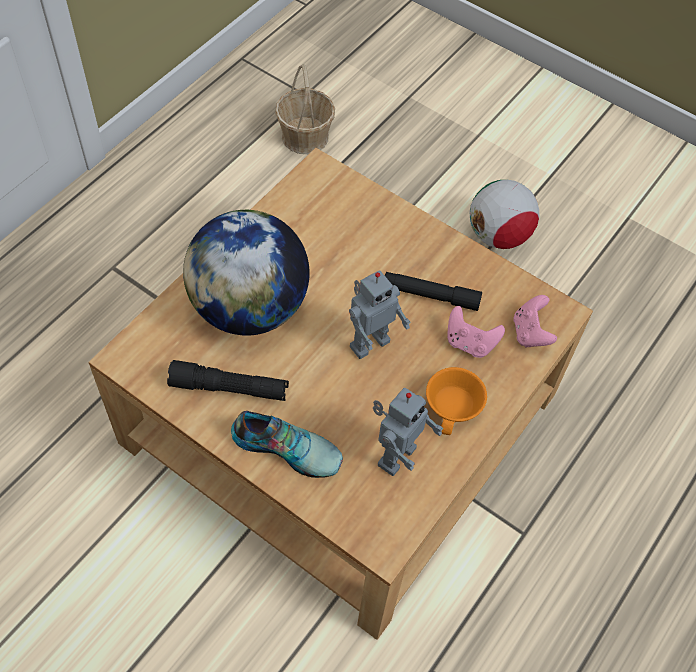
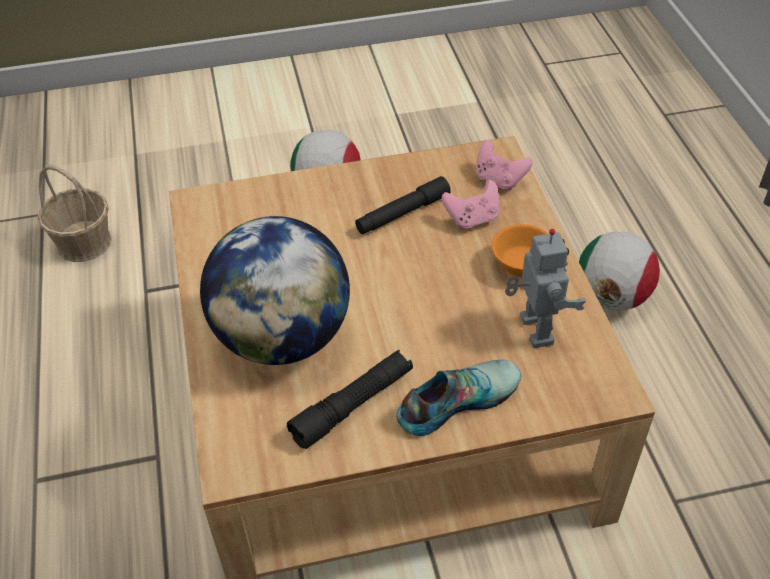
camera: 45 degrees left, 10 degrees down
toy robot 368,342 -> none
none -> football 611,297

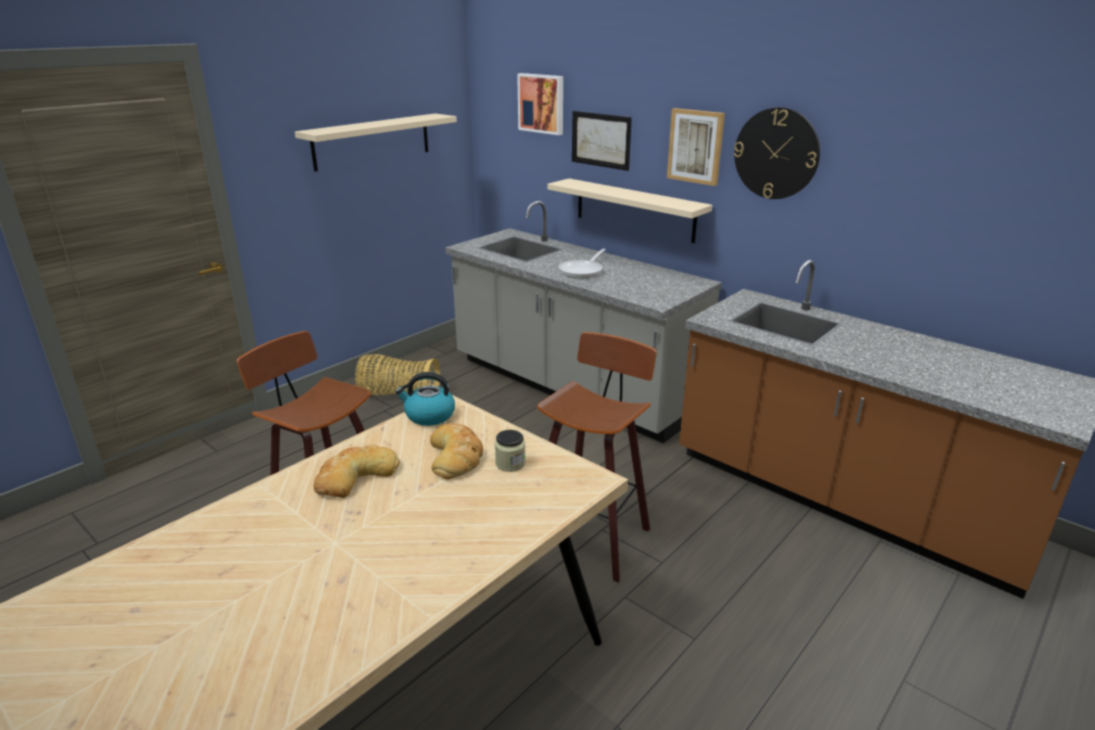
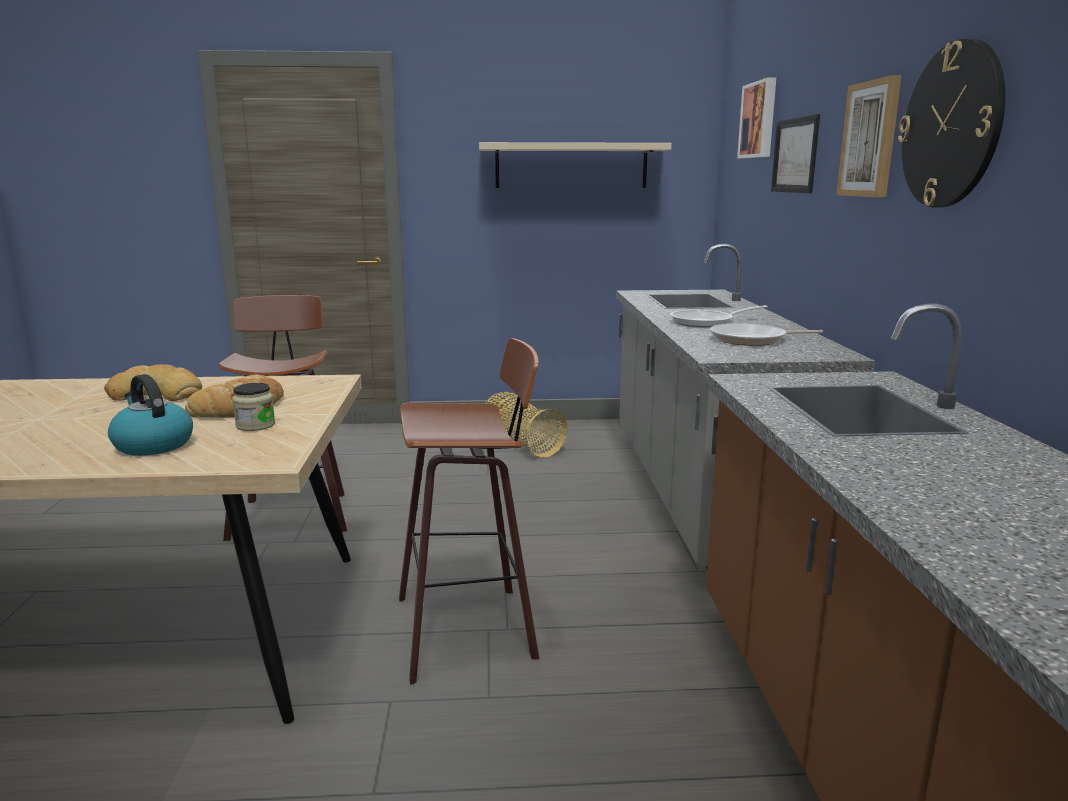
camera: 45 degrees right, 10 degrees down
beige shelf 634,210 -> none
kettle 429,415 -> kettle 152,445, relocated
none -> frying pan 752,340

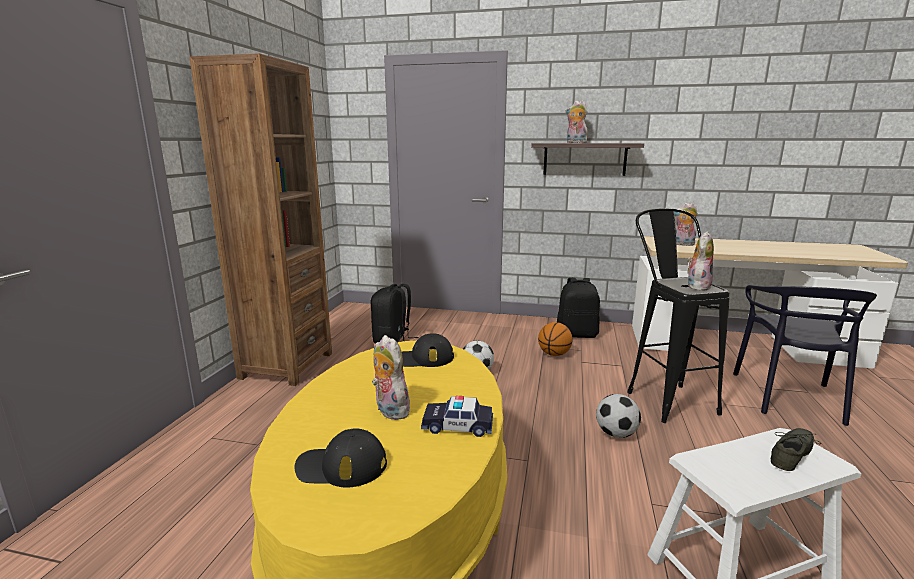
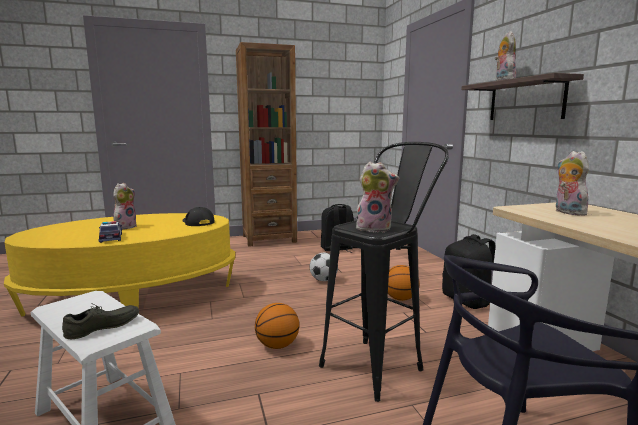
camera: 60 degrees right, 5 degrees down
football 616,434 -> basketball 277,345
black cap 341,466 -> none
grey shoe 794,455 -> grey shoe 104,328, 60 degrees counterclockwise

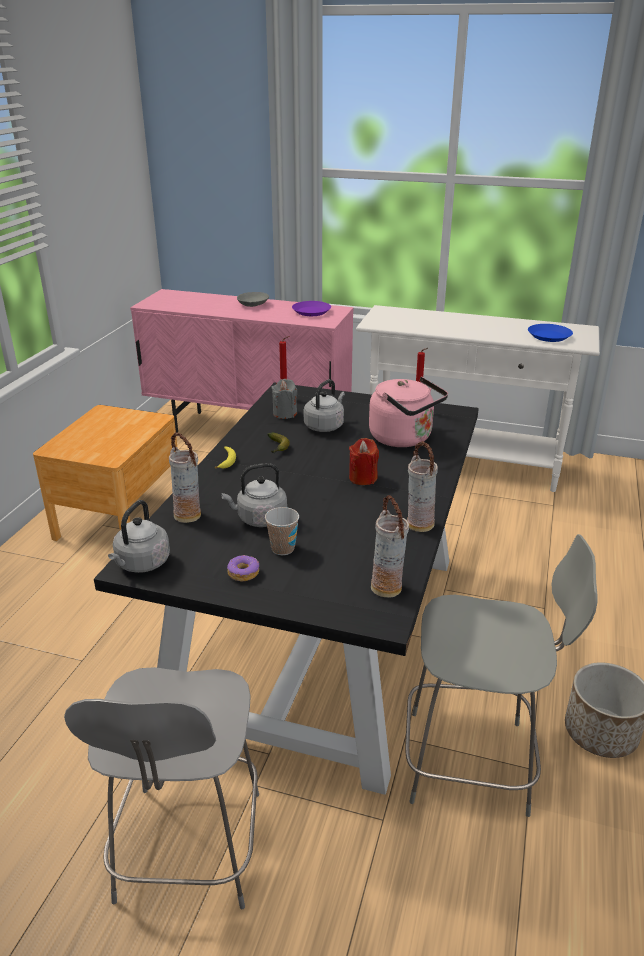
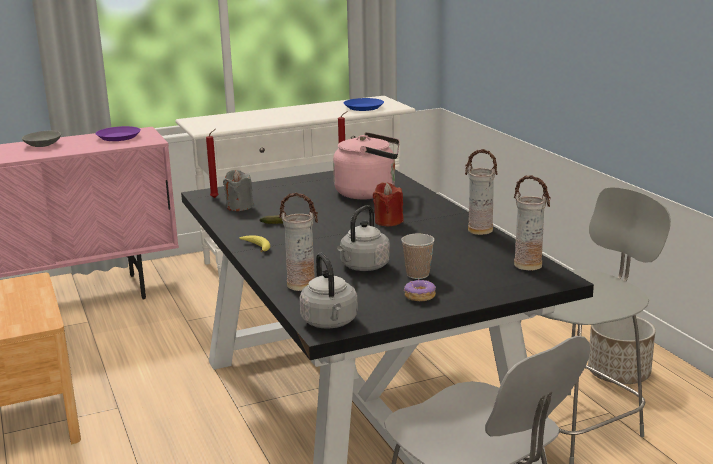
camera: 40 degrees left, 10 degrees down
grey kettle 325,426 -> none

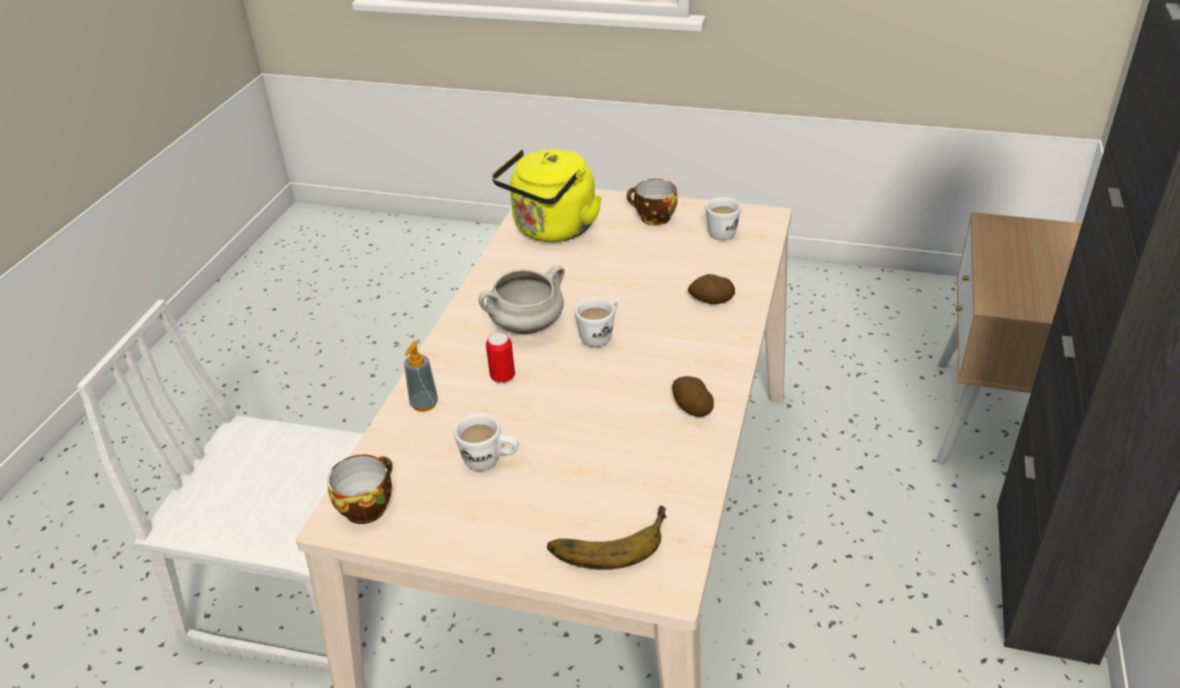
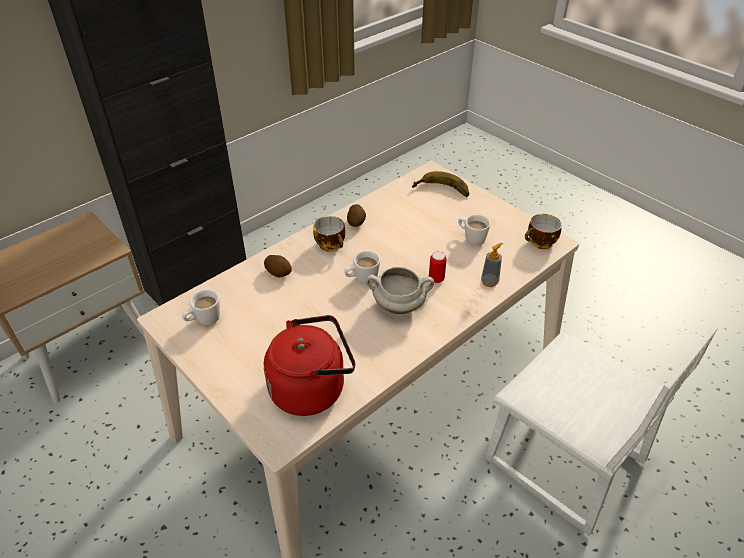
camera: 150 degrees left, 5 degrees up
yellow kettle 552,230 -> red kettle 312,388
cup 653,218 -> cup 331,245, relocated

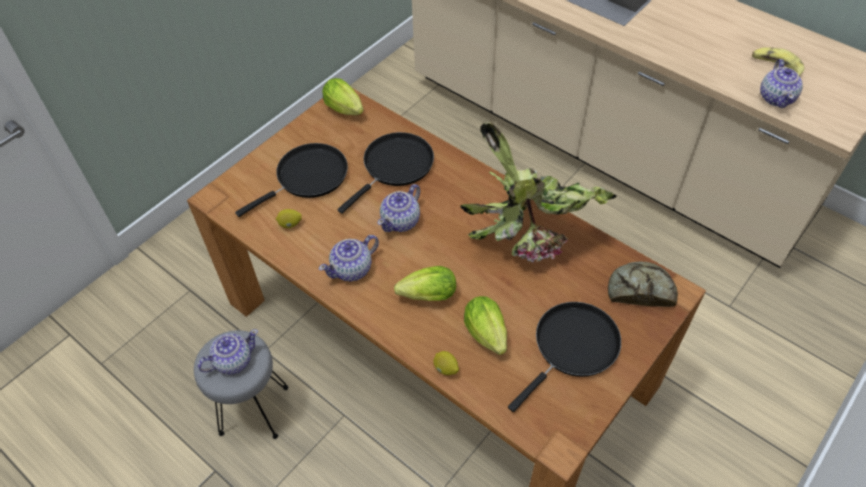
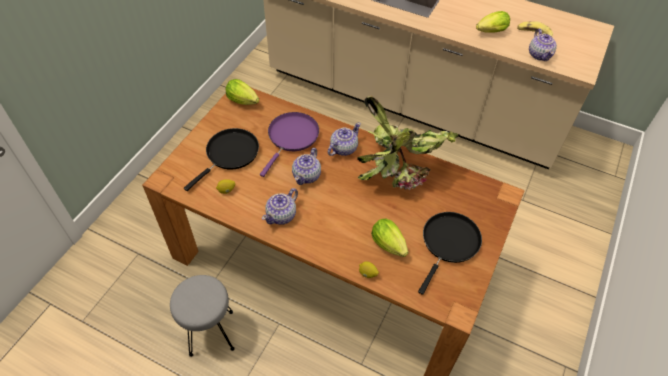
camera: 15 degrees left, 0 degrees up
black frying pan 395,167 -> purple frying pan 291,137
bread 640,290 -> none
lettuce 425,296 -> lettuce 490,32, relocated
teapot 233,361 -> teapot 343,148, relocated

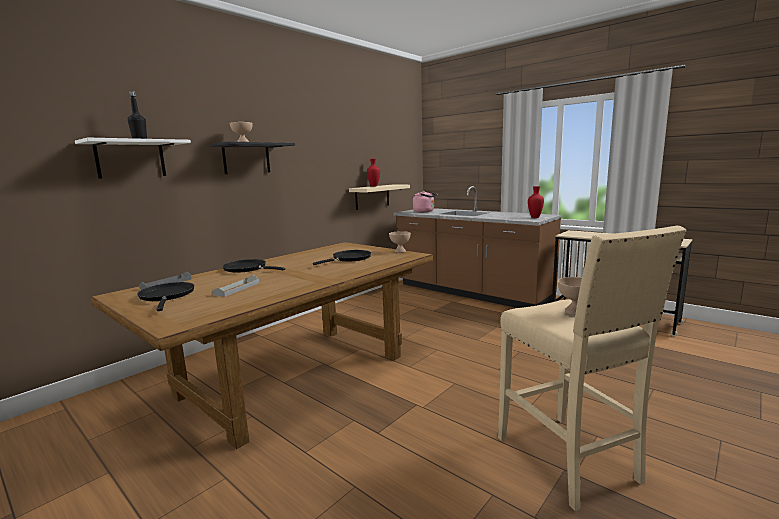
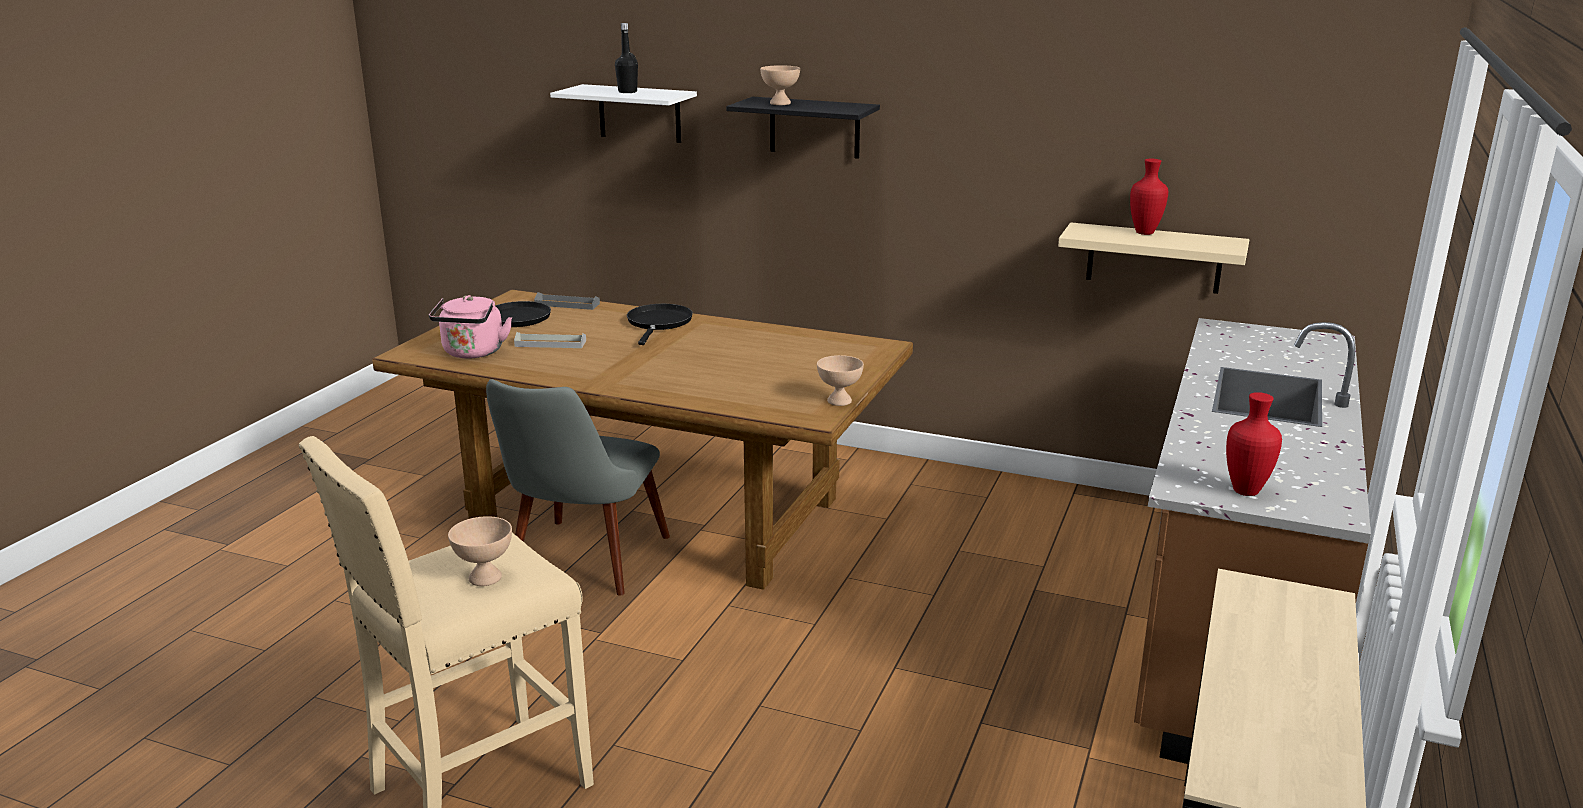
camera: 70 degrees right, 10 degrees up
pink kettle 425,211 -> pink kettle 472,353, relocated
black frying pan 349,259 -> none
none -> grey chair 581,567

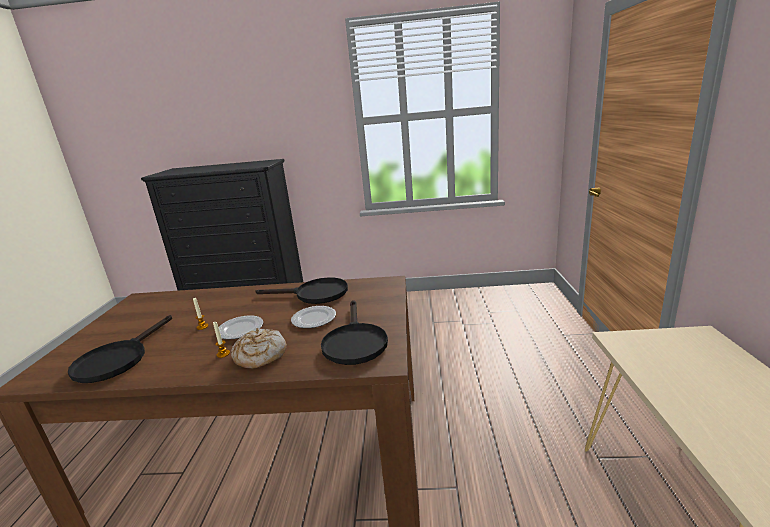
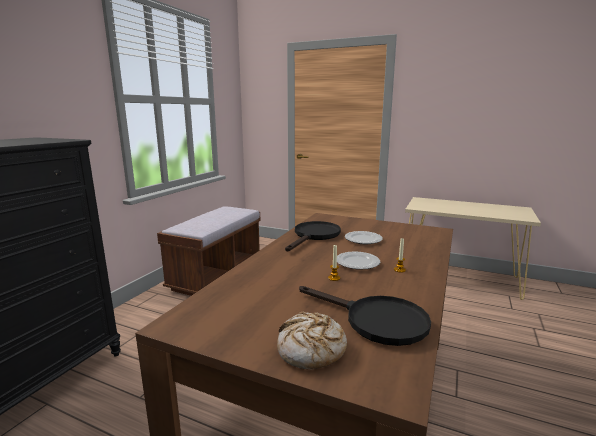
camera: 70 degrees left, 5 degrees down
black frying pan 354,342 -> none
bread 260,355 -> bread 311,349, relocated
none -> brown bench 217,276

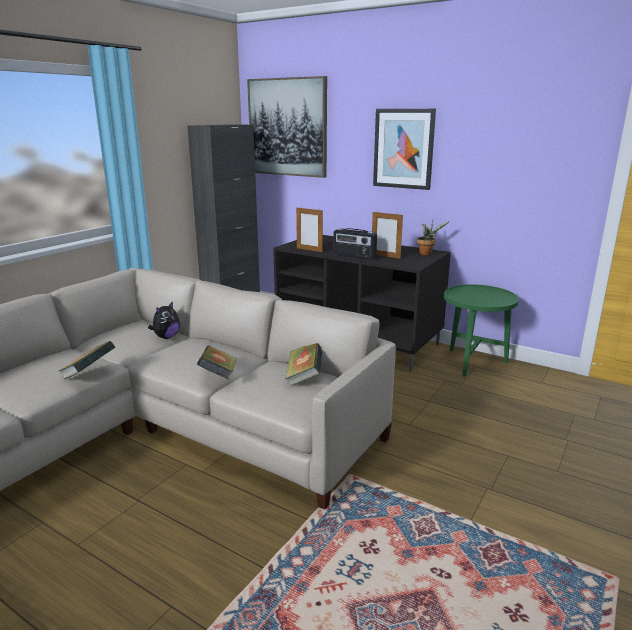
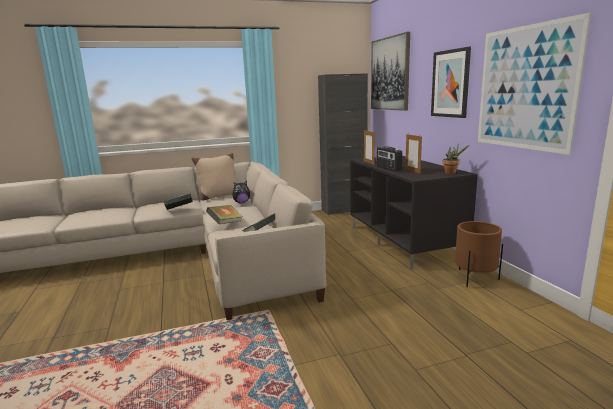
camera: 40 degrees right, 5 degrees down
green side table 473,363 -> brown planter 474,278
none -> picture 525,88
none -> beige pillow 219,196

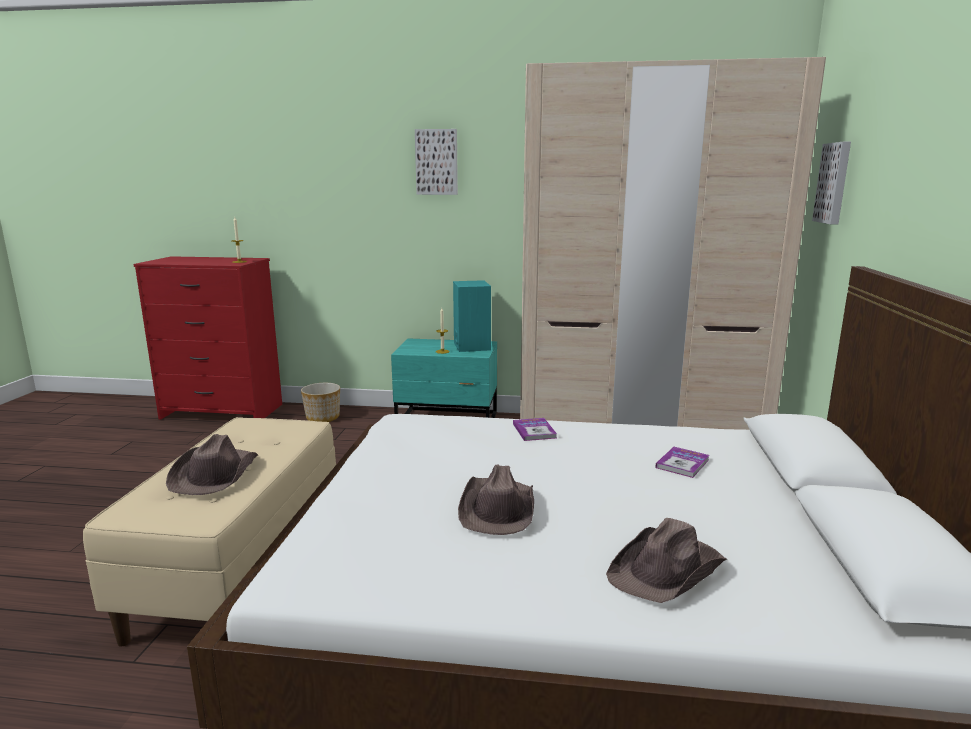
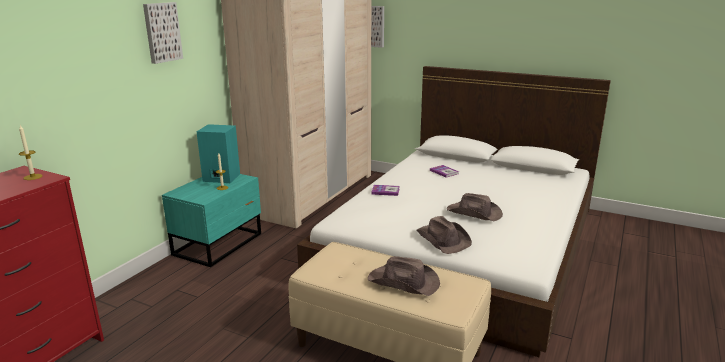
camera: 70 degrees left, 5 degrees up
planter 323,417 -> none
brown hat 667,570 -> brown hat 443,239, relocated

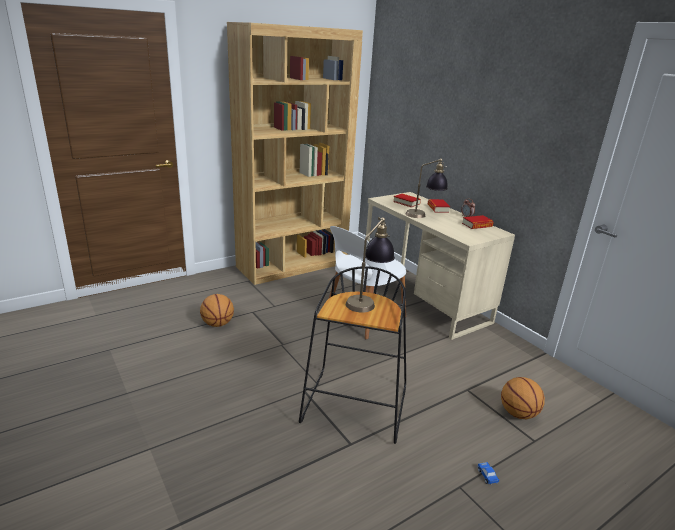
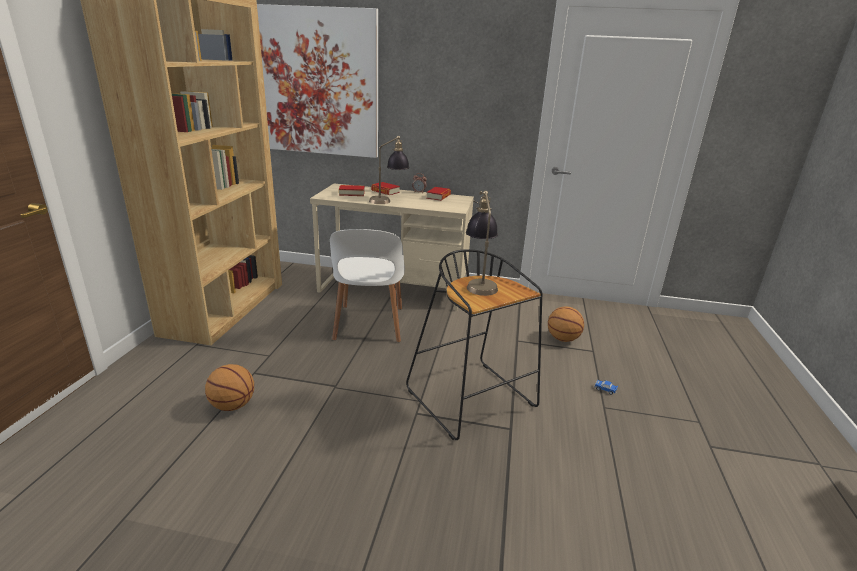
camera: 45 degrees left, 0 degrees up
none -> picture 313,83

